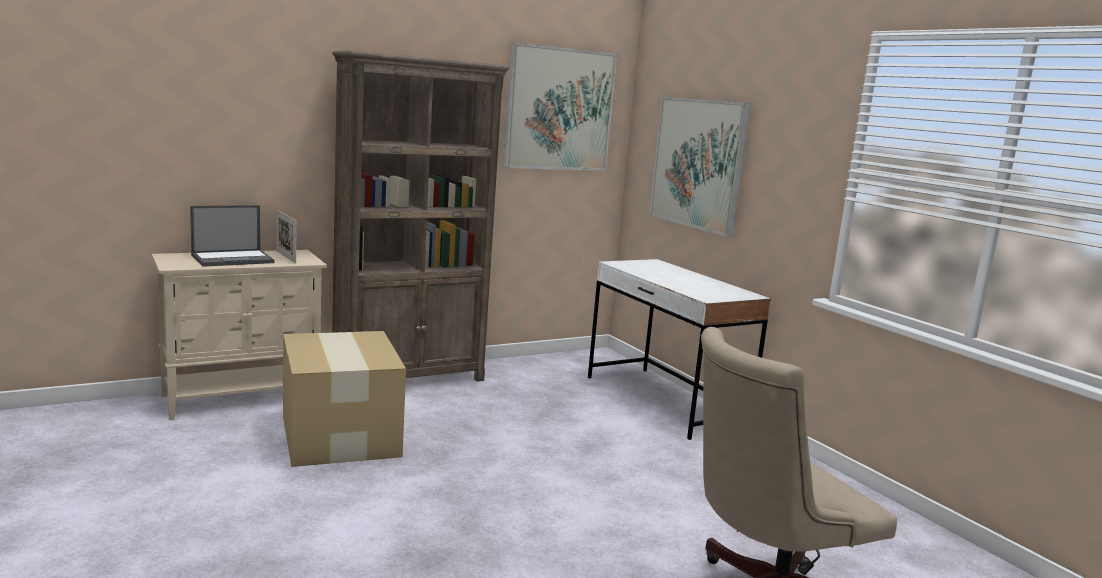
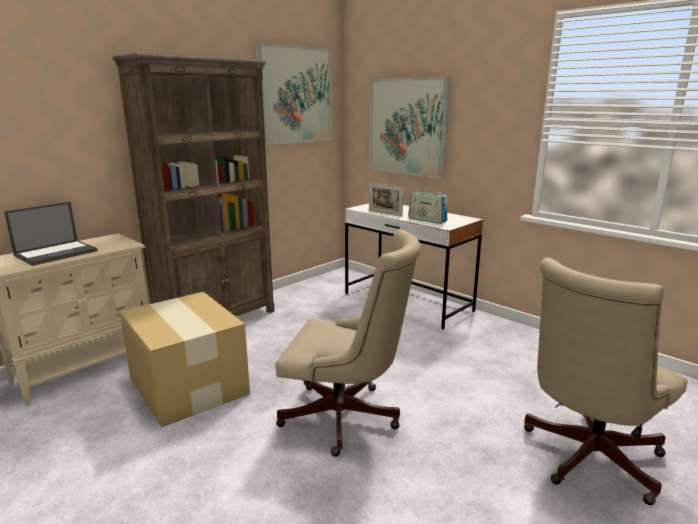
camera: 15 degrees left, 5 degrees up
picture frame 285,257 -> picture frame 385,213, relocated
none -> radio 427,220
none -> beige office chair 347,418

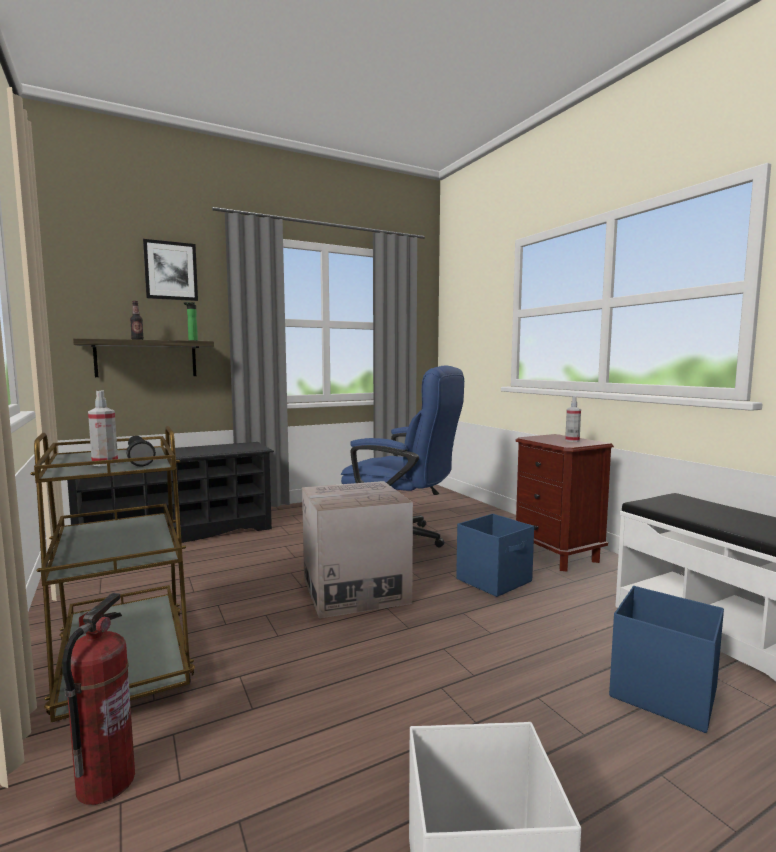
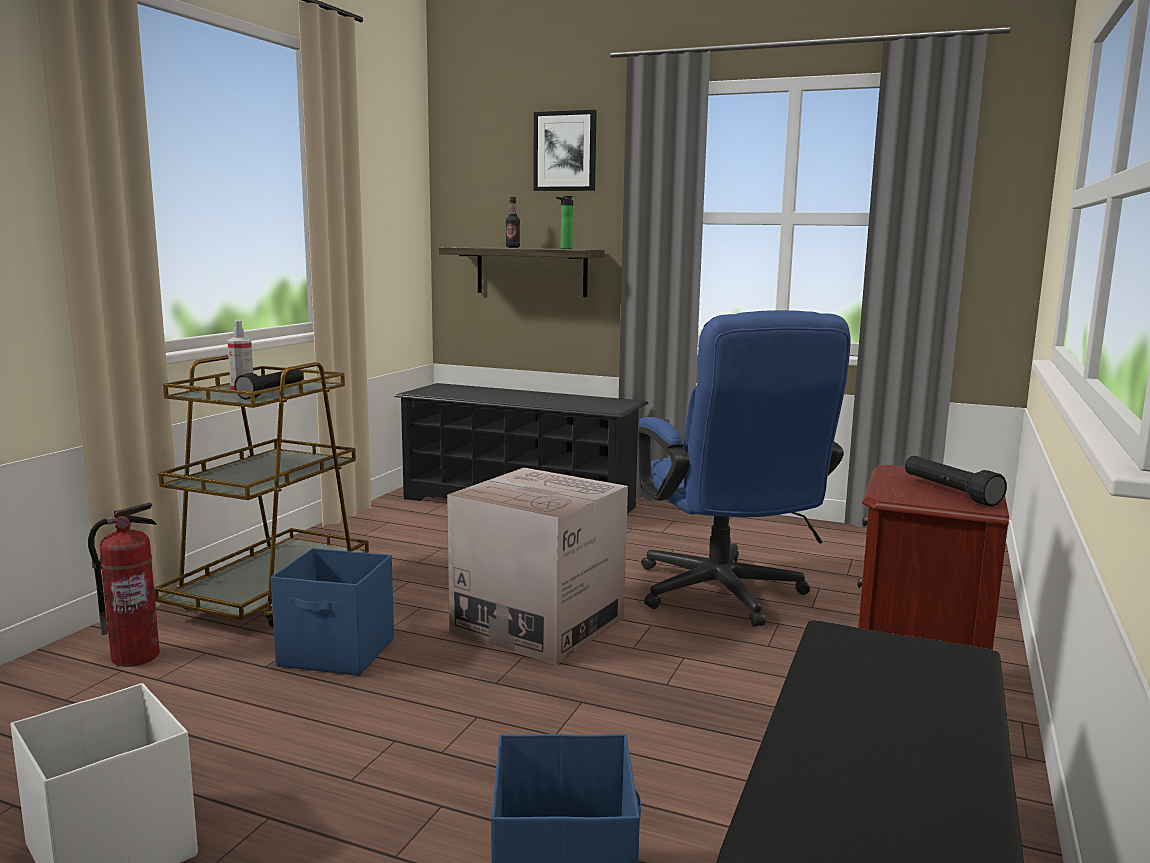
camera: 50 degrees right, 5 degrees up
spray bottle 572,440 -> black flashlight 949,492
blue storage box 495,580 -> blue storage box 338,653, relocated

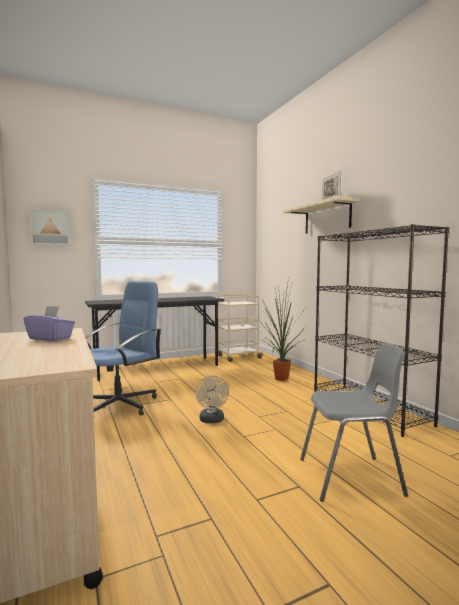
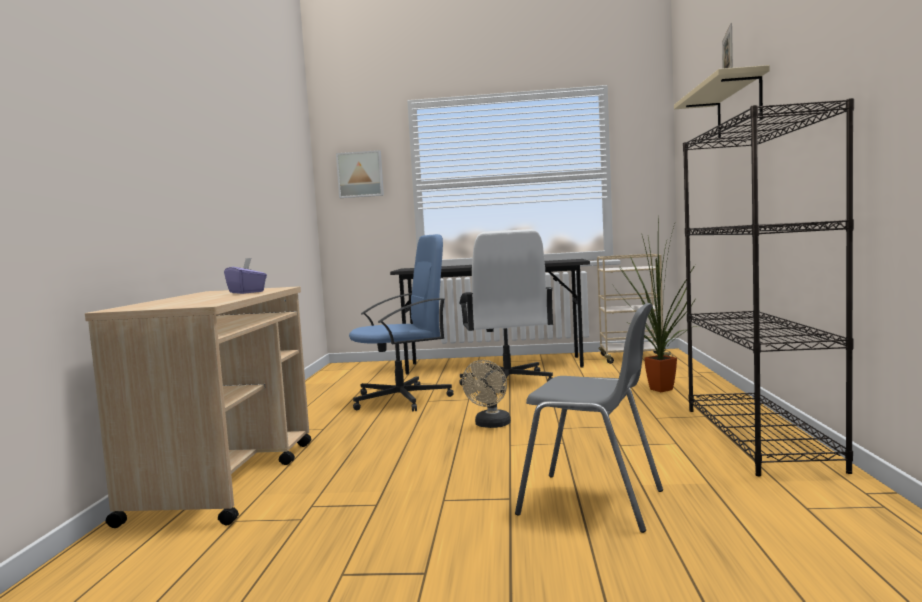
camera: 30 degrees right, 0 degrees up
none -> white office chair 507,381

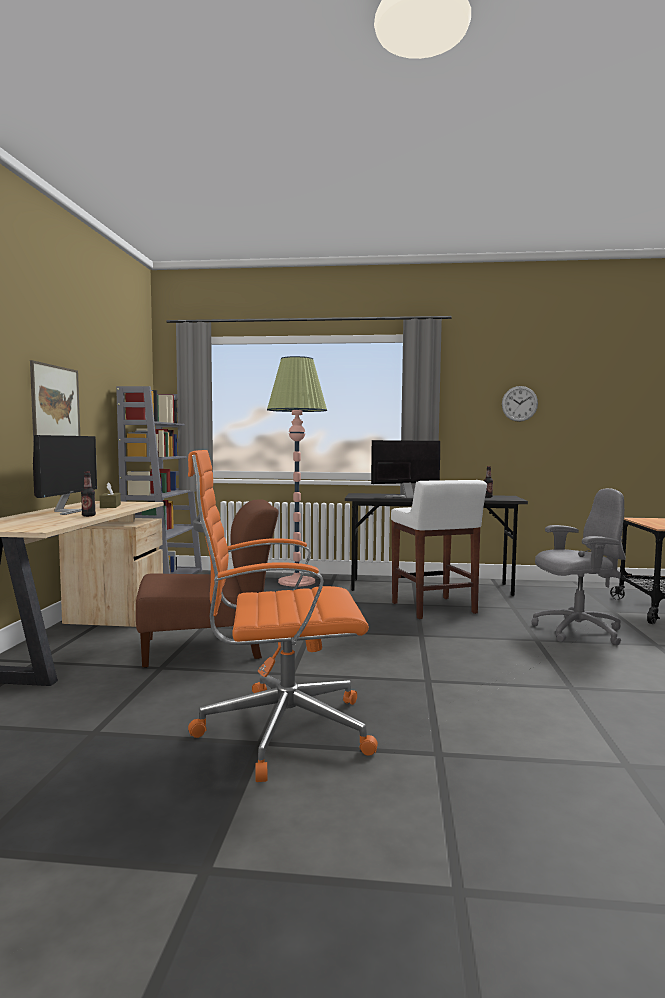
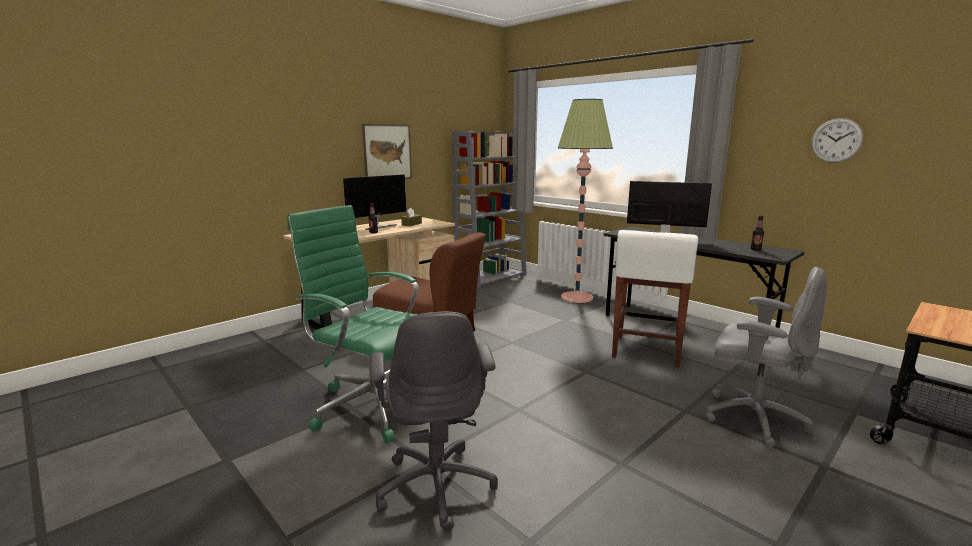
camera: 40 degrees right, 10 degrees up
orange office chair 279,730 -> green office chair 373,405
none -> grey office chair 436,485

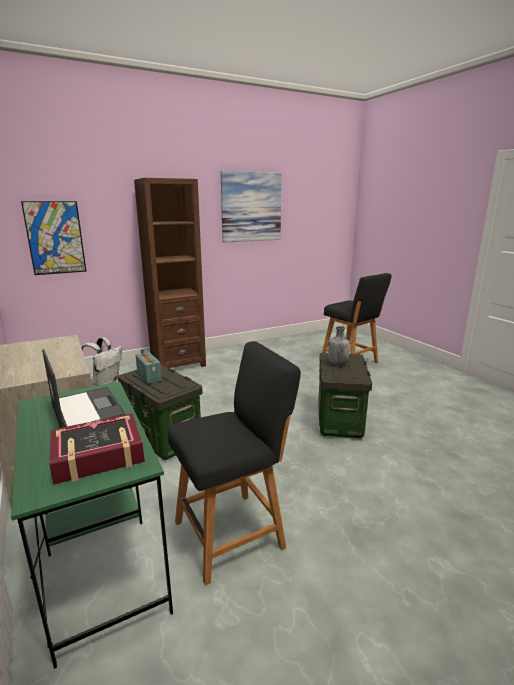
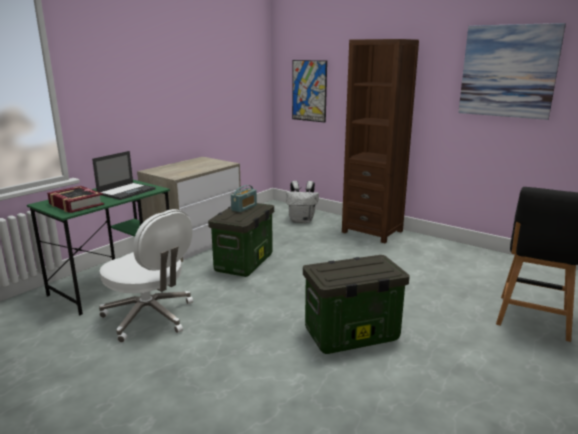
camera: 65 degrees right, 0 degrees up
grey bottle 337,363 -> none
black stool 234,532 -> white office chair 150,317

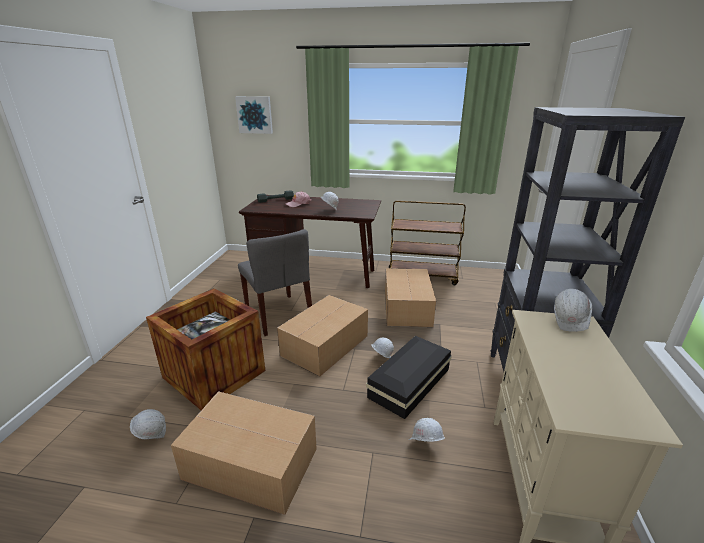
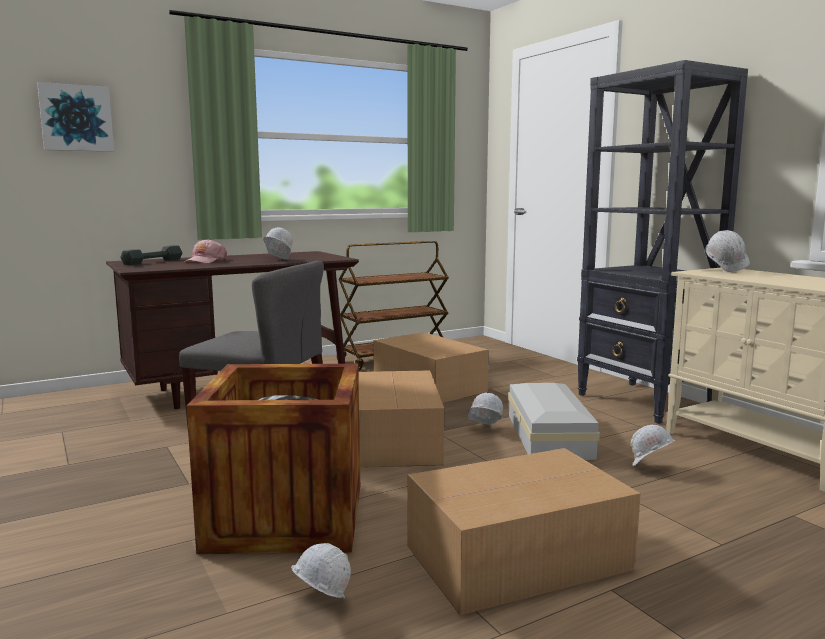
camera: 40 degrees left, 15 degrees down
black storage box 411,382 -> white storage box 550,435

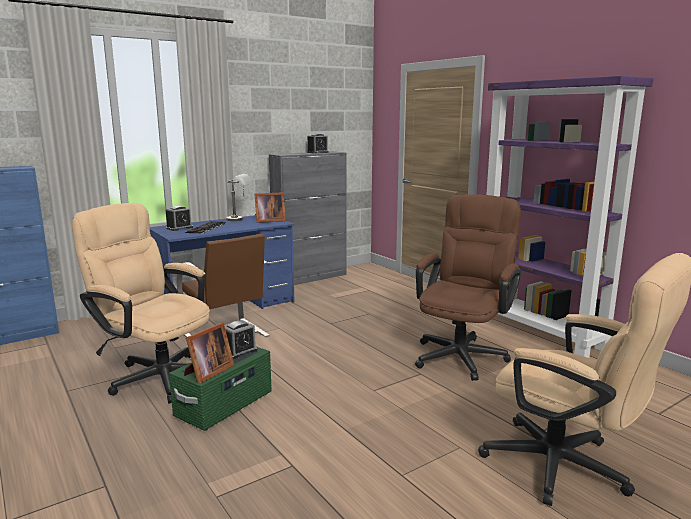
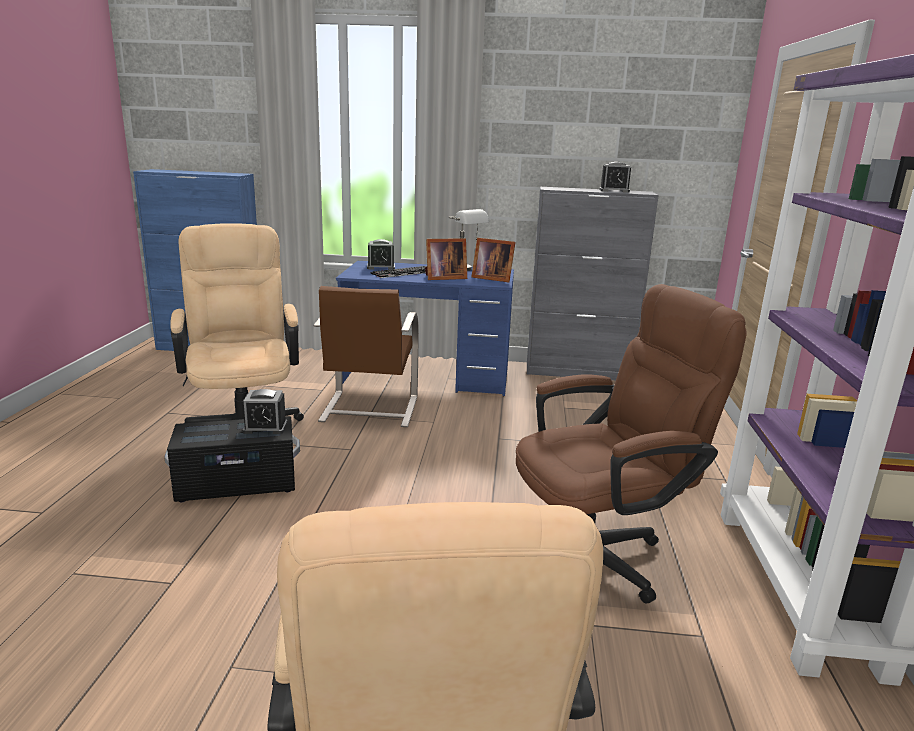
camera: 40 degrees right, 5 degrees up
picture frame 208,372 -> picture frame 443,278, relocated
green storage box 224,405 -> black storage box 237,485

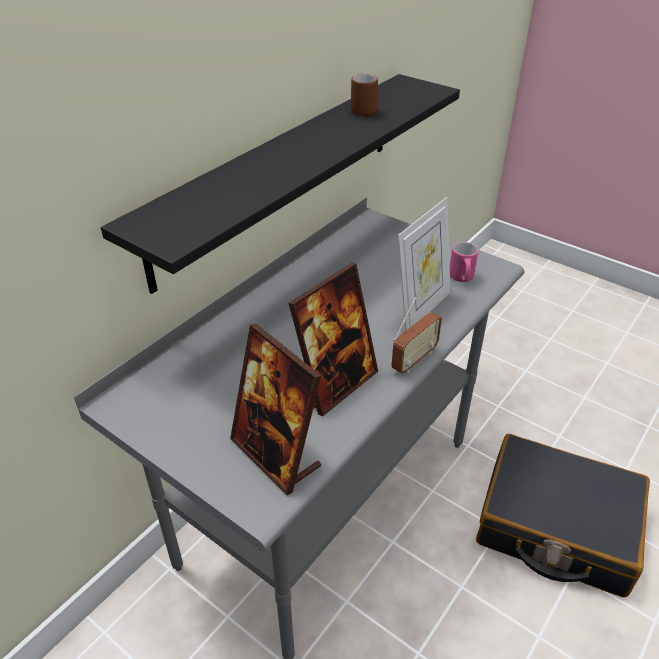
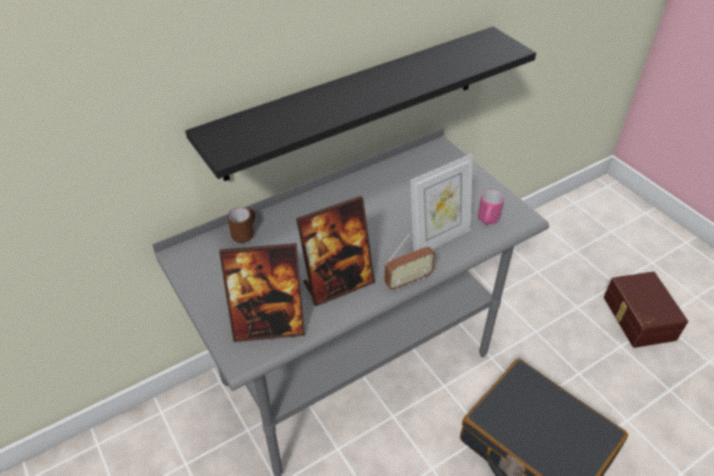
camera: 20 degrees right, 5 degrees up
brown mug 364,109 -> brown mug 245,233, relocated
picture frame 276,454 -> picture frame 269,325, 75 degrees counterclockwise
none -> brown storage box 637,318

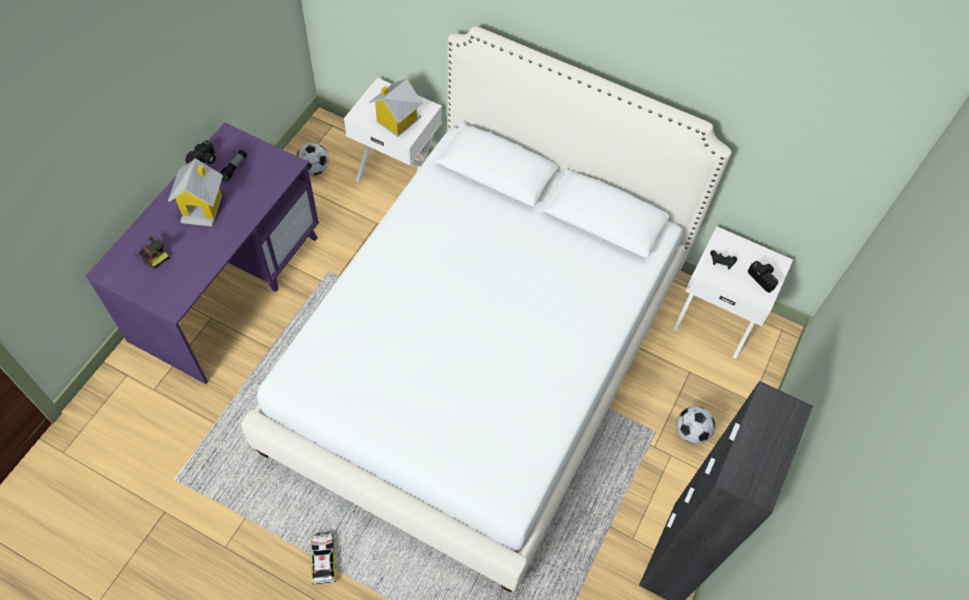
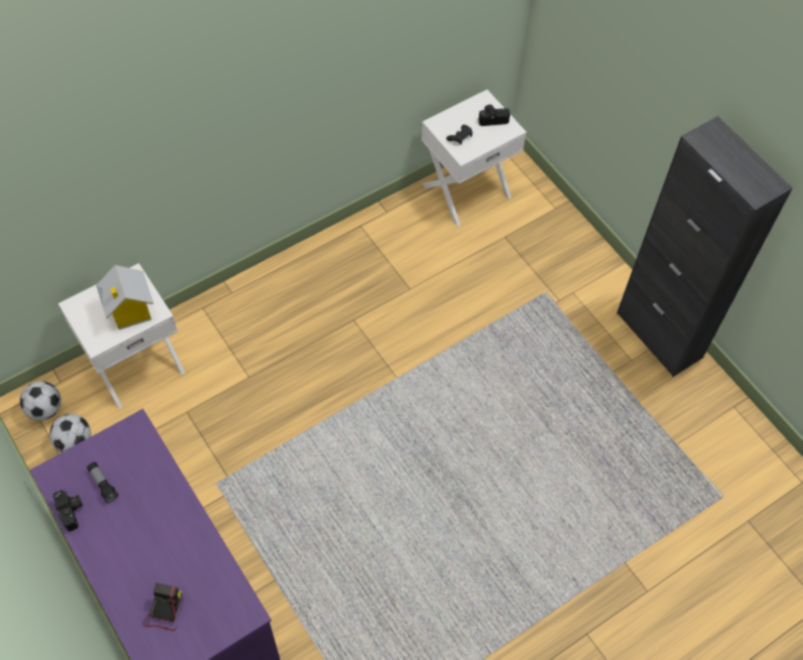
camera: 60 degrees left, 0 degrees up
white bed 480,359 -> none
toy house 203,207 -> none
photo camera 152,253 -> photo camera 165,611, 60 degrees counterclockwise
football 691,432 -> football 45,409, relocated
toy car 323,559 -> none

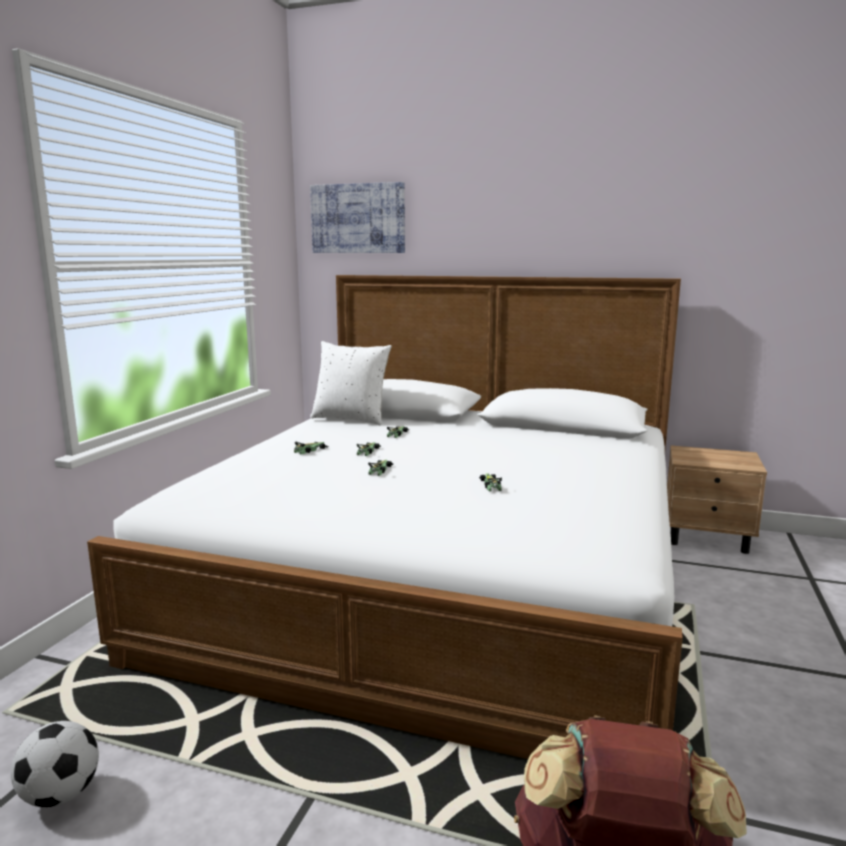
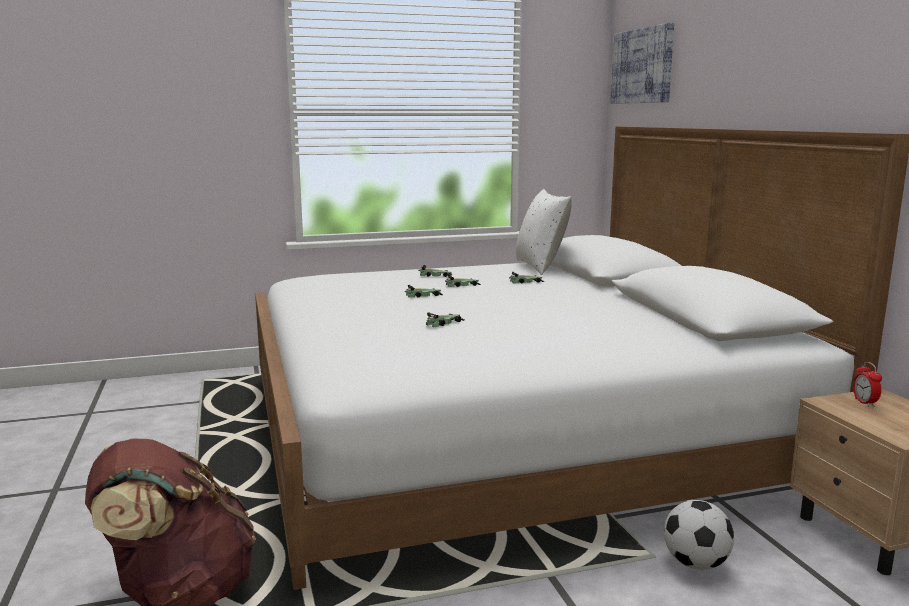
camera: 55 degrees right, 0 degrees up
football 60,795 -> football 695,563, relocated
none -> alarm clock 864,403

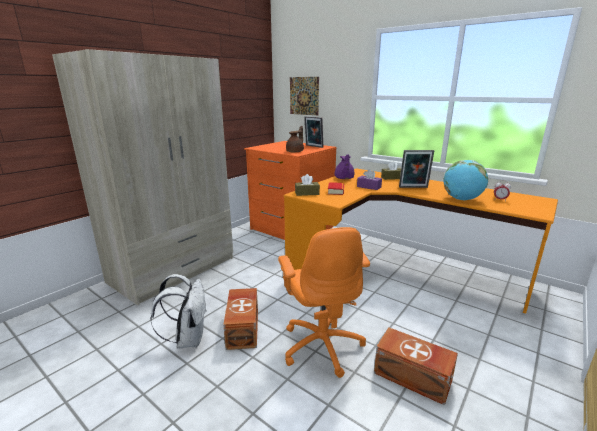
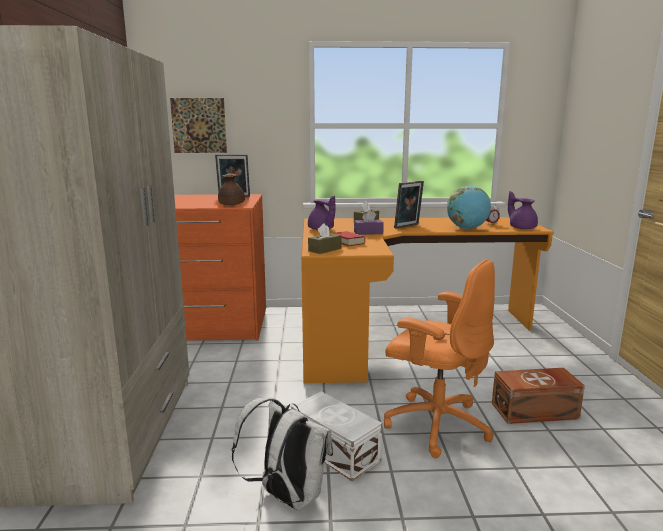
camera: 40 degrees left, 5 degrees down
brown storage box 244,328 -> white storage box 335,450
none -> purple teapot 521,228

